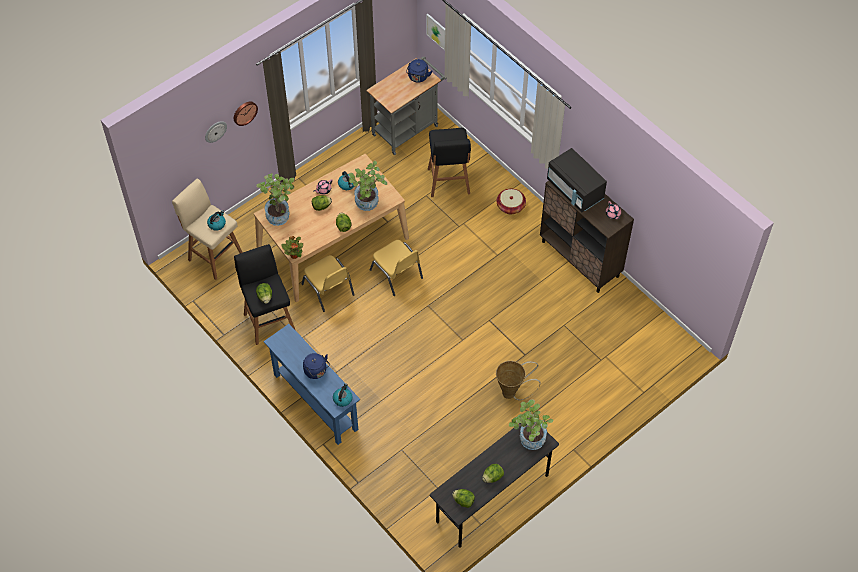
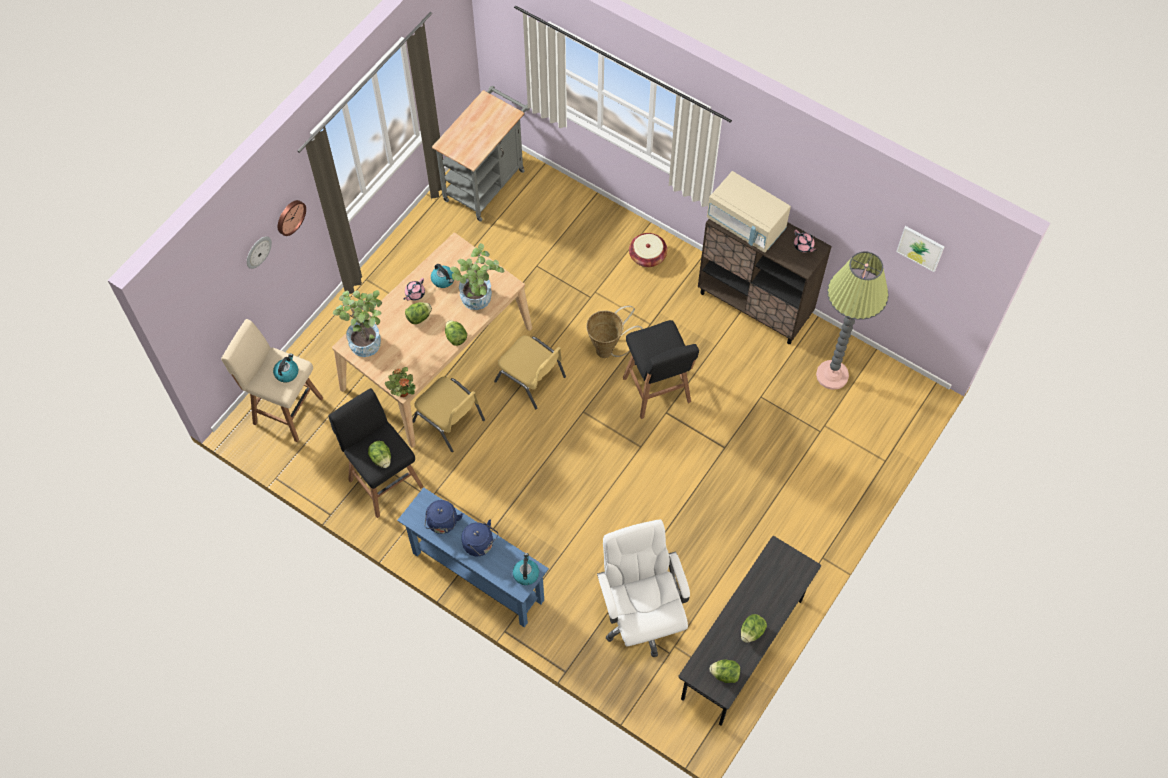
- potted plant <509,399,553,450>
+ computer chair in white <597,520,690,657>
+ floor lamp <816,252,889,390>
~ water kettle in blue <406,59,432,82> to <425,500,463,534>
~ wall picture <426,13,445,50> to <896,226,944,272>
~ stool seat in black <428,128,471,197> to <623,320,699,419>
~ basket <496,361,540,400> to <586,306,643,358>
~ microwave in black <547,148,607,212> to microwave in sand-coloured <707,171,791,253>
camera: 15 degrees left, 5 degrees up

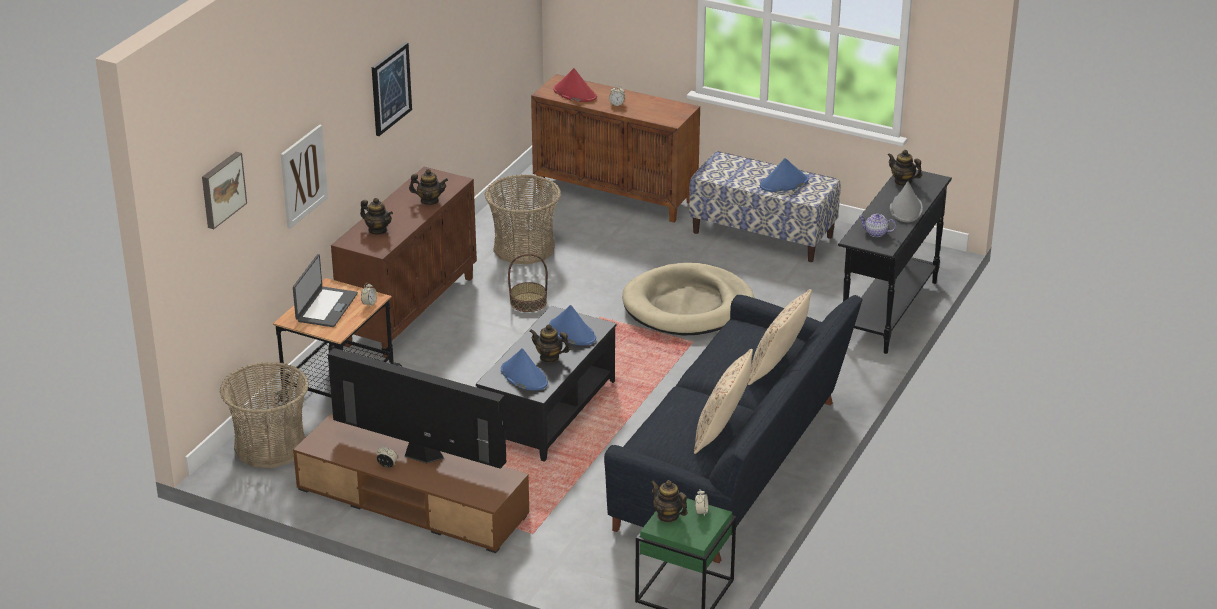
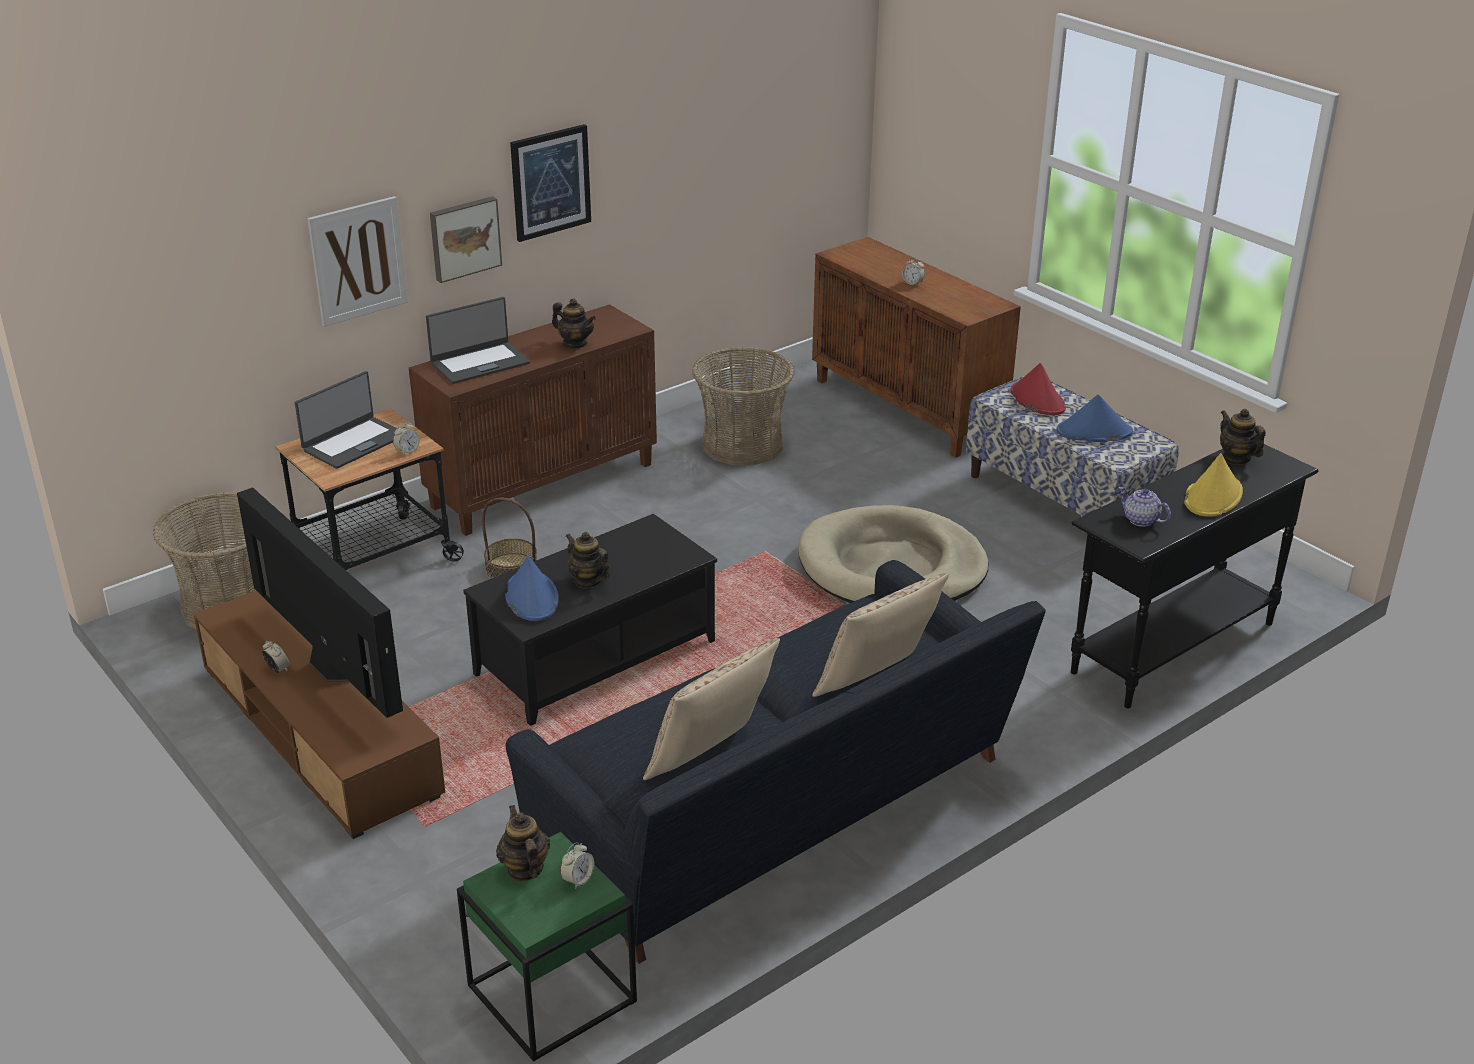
- clothing hat in blue <549,305,596,345>
~ wall picture <202,152,247,229> to <430,196,502,283>
~ basket <508,254,548,312> to <482,498,537,578>
~ clothing hat in red-coloured <553,68,597,102> to <1010,363,1066,415>
~ tea pot <360,198,393,234> to notebook computer <426,297,530,384>
~ clothing hat in grey <890,181,923,222> to clothing hat in yellow-coloured <1184,453,1243,516>
camera: 25 degrees right, 0 degrees up

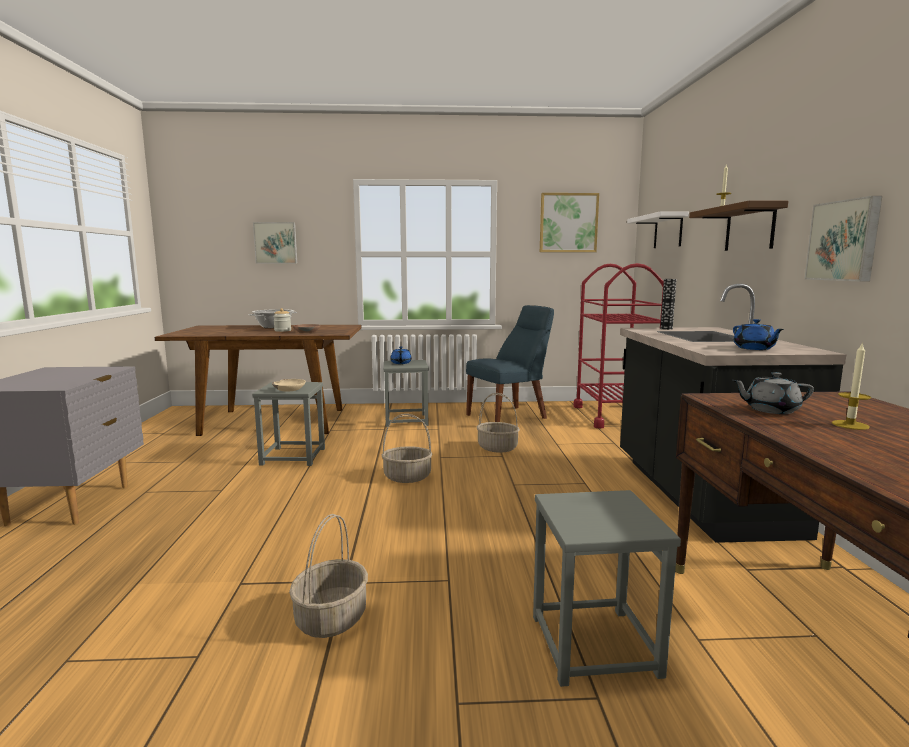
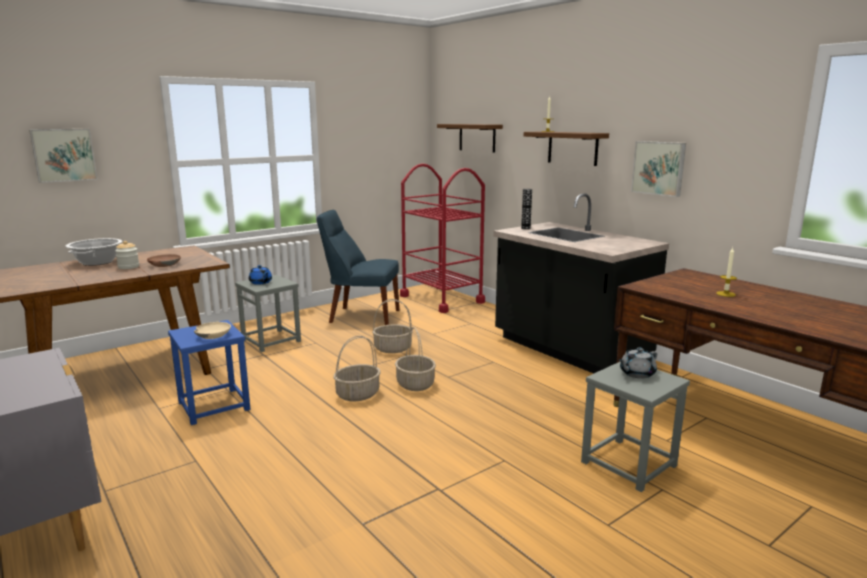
- wall picture <540,193,599,252>
- tea pot in blue <733,319,784,350>
~ basket <289,514,368,638> to <395,327,436,391>
~ tea pot in grey <732,372,814,414> to <618,348,657,379>
~ stool seat in grey <252,382,325,466> to stool seat in blue <168,320,250,425>
~ shelf in white <627,211,689,248> to shelf in brown-coloured <437,124,503,153>
~ upright chair in blue <466,305,554,422> = <317,210,399,325> 105 degrees counterclockwise
camera: 35 degrees left, 5 degrees up

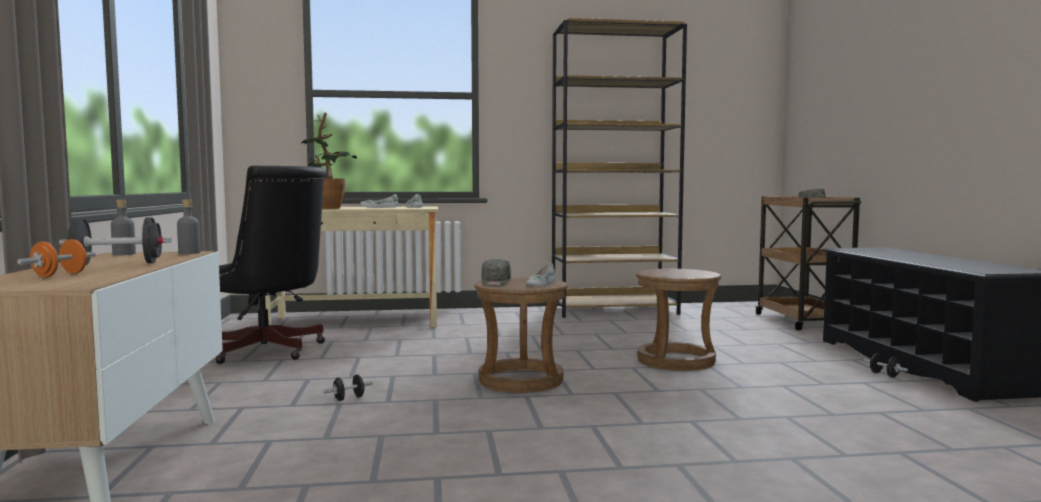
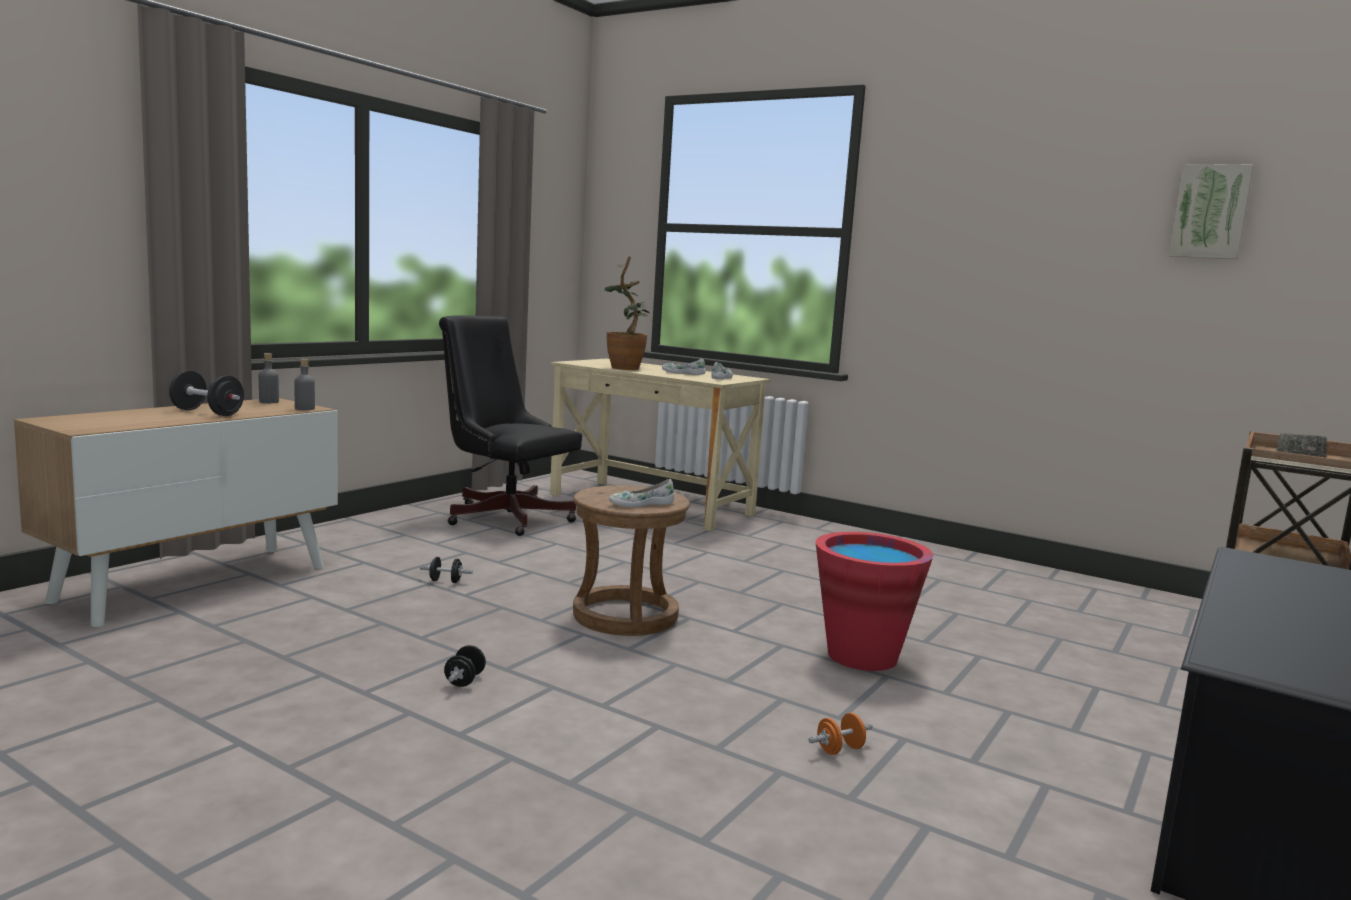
- cap in grey <482,259,511,287>
- shelving unit in brown-coloured <552,18,687,318>
+ wall picture <1169,164,1254,259>
~ hand weight in orangey <17,239,95,277> to <809,713,873,755>
~ hand weight in black <863,353,908,377> to <444,645,486,687>
~ stool seat in brown-coloured <636,269,721,371> to pail in red-coloured <816,532,934,671>
~ computer chair in black <215,166,327,364> = <439,315,582,536> 135 degrees clockwise
camera: 40 degrees right, 5 degrees up

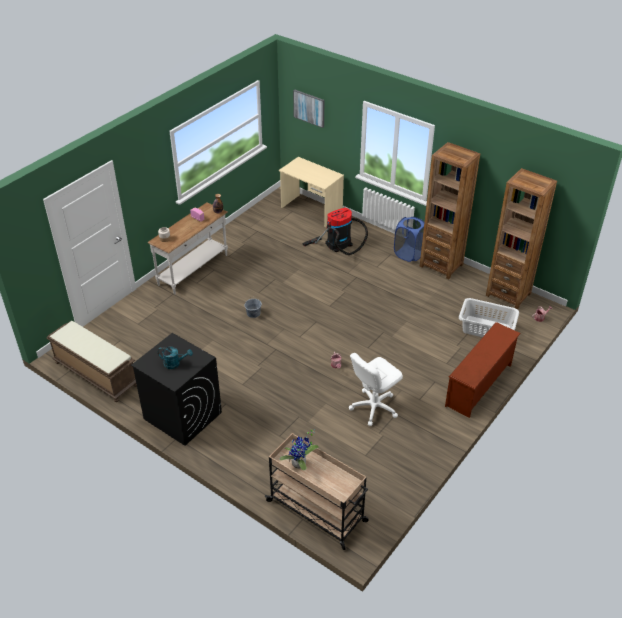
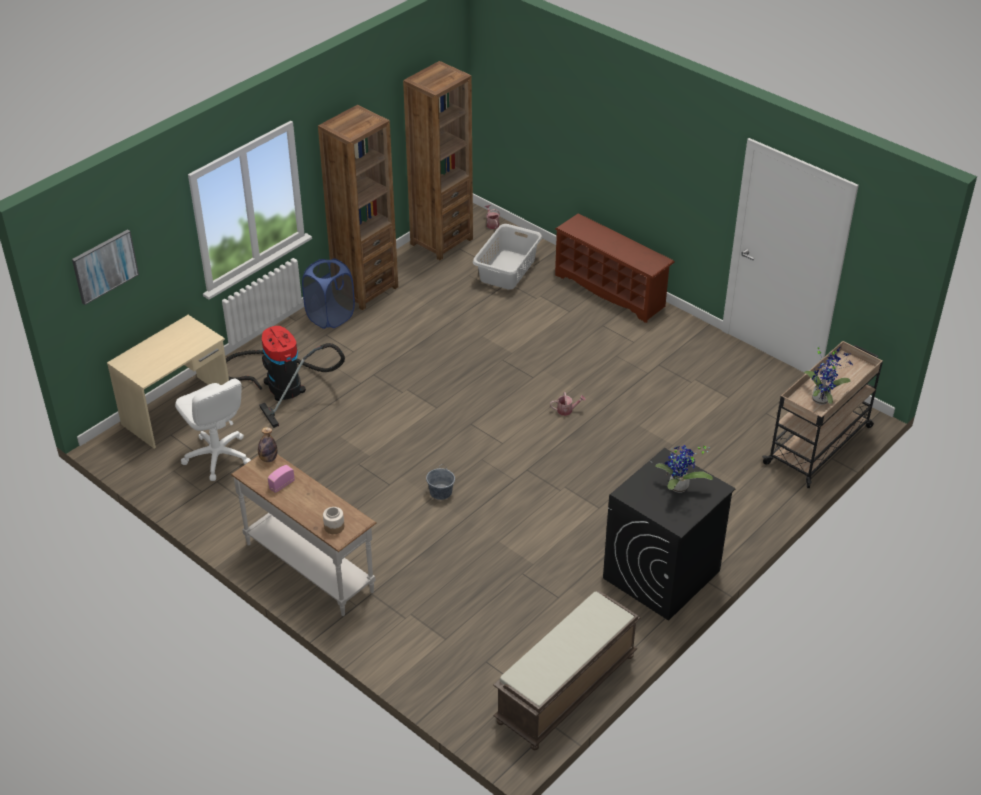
~ computer chair in white <349,353,403,426> to <175,379,251,481>
~ sprinkling can in turquoise-coloured <158,347,193,369> to potted plant <655,445,713,493>
camera: 85 degrees left, 0 degrees up

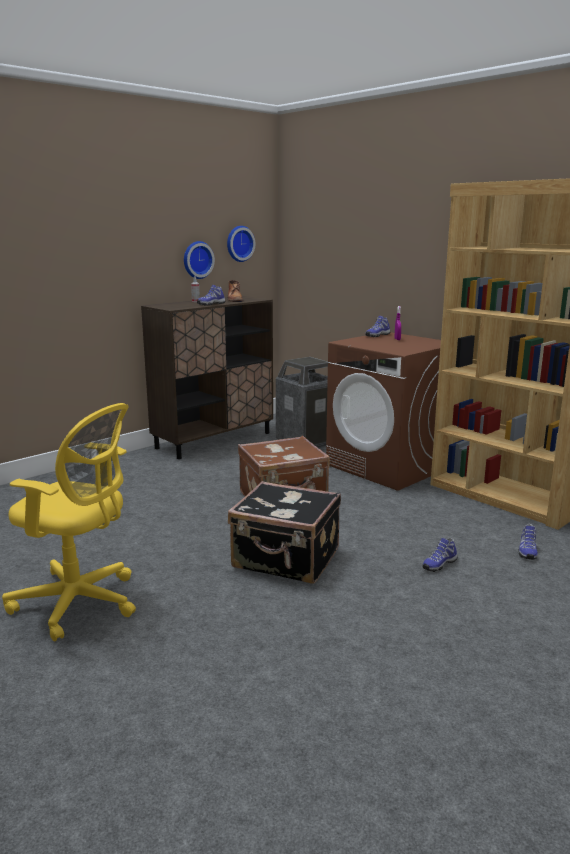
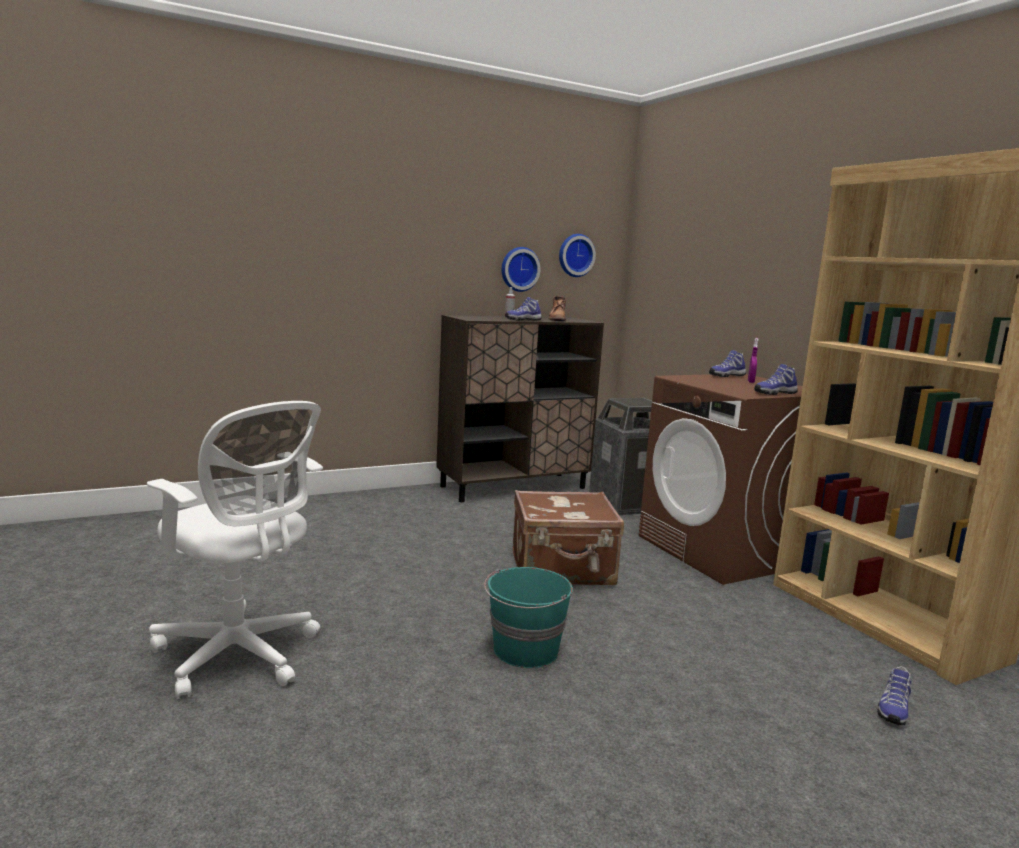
~ low shoe <422,538,457,572> to <754,364,798,395>
~ piece of luggage in black <228,481,341,584> to pail in turquoise-coloured <484,567,573,668>
~ computer chair in yellow-coloured <2,403,136,642> to computer chair in white <147,401,323,699>
camera: 15 degrees right, 5 degrees down

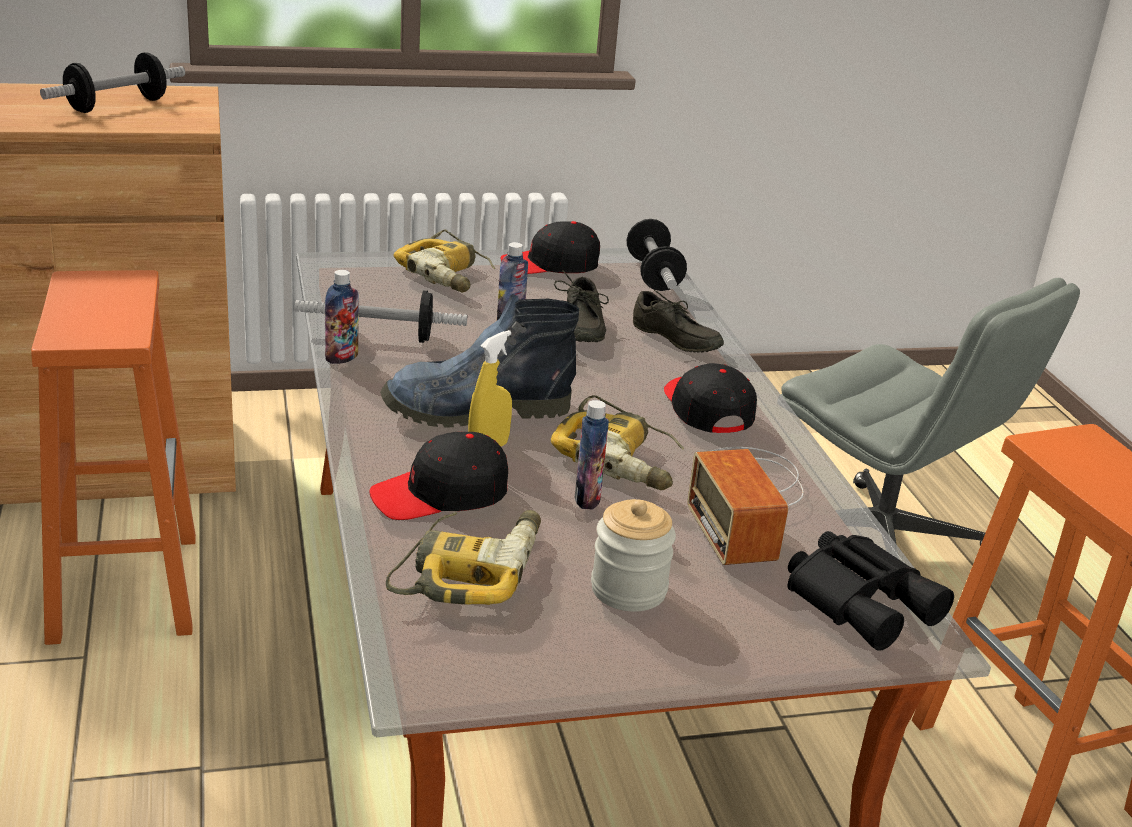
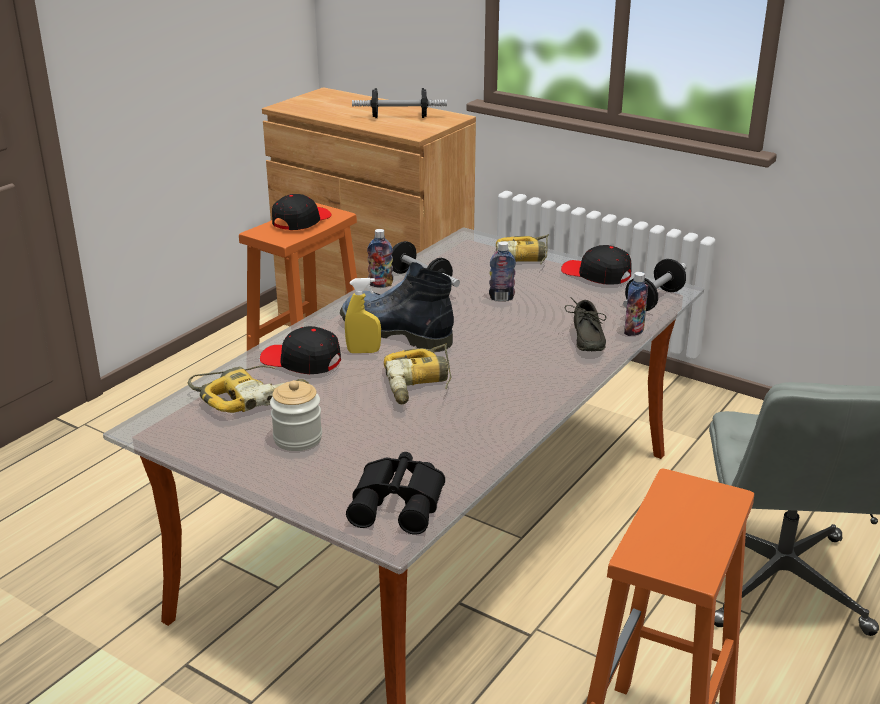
- low shoe in grey <554,270,609,342>
- radio set <687,447,804,565>
~ beverage bottle <575,400,609,509> to <624,272,648,336>
~ cap in black <664,363,757,433> to <272,194,332,230>
camera: 50 degrees right, 0 degrees up

